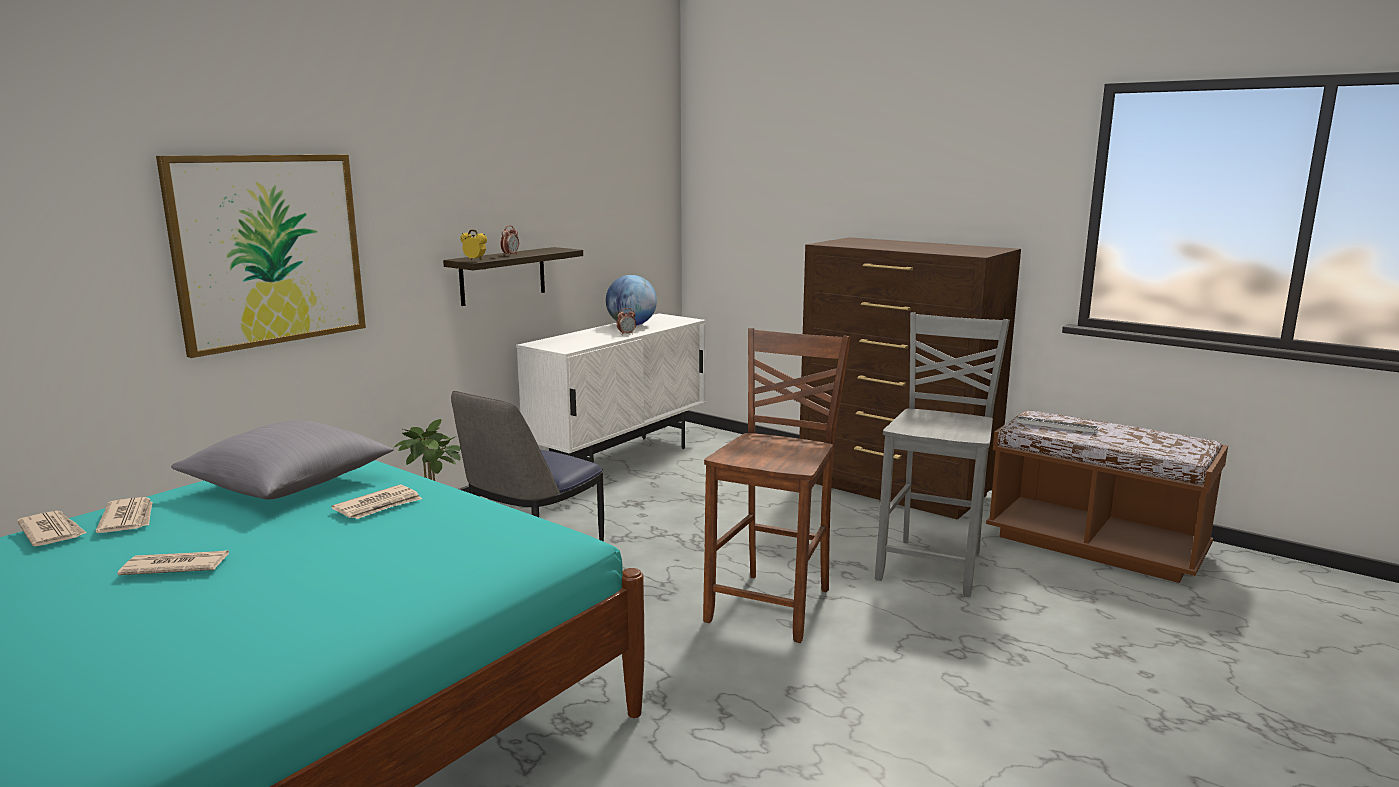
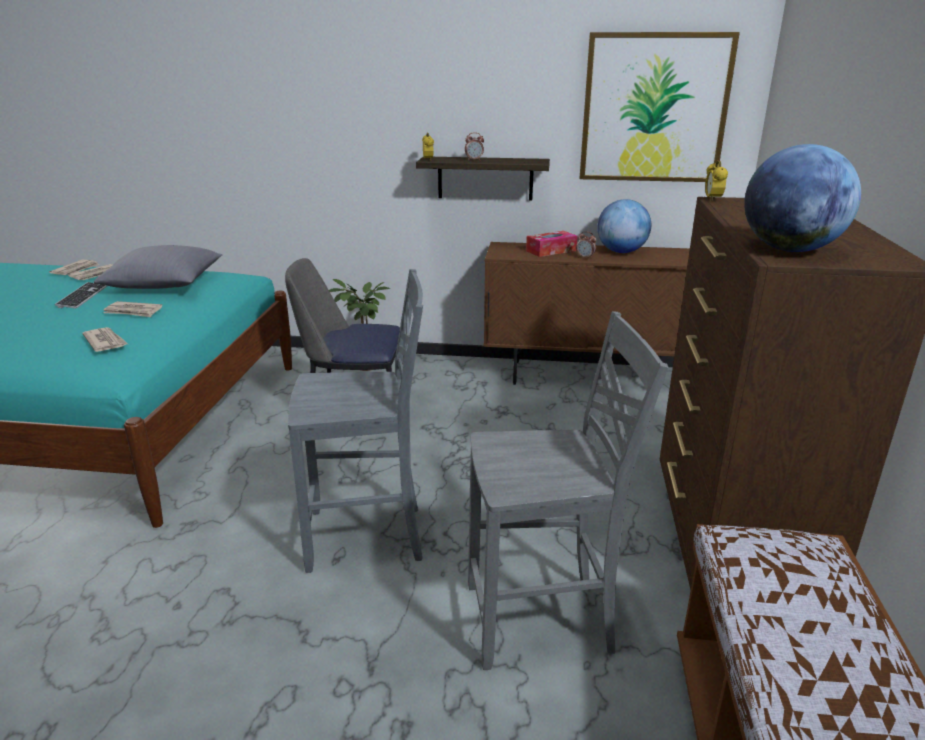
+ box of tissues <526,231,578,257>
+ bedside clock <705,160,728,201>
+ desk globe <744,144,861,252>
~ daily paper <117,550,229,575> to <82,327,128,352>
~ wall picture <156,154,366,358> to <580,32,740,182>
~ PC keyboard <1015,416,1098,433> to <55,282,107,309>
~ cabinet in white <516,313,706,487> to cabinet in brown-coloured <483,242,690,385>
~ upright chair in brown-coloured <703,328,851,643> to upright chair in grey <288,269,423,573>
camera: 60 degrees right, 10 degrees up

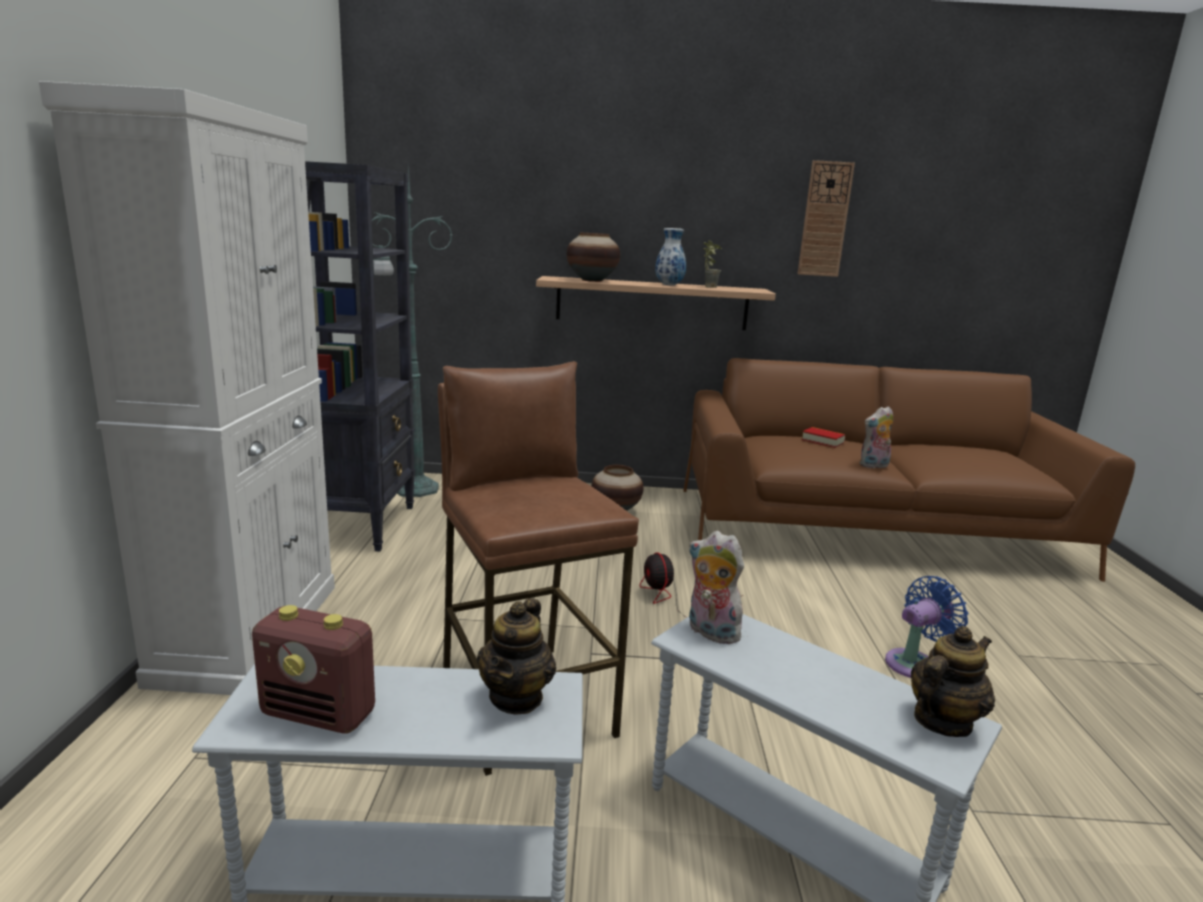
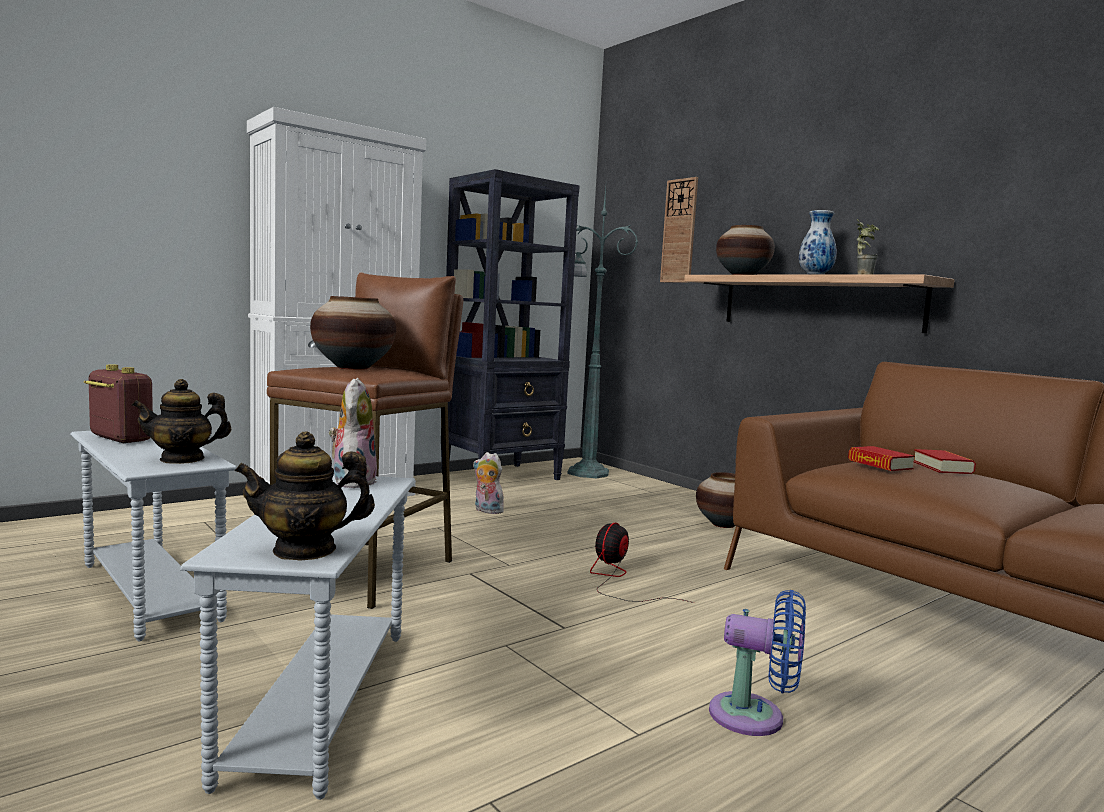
+ decorative vase <310,296,396,370>
+ book <848,446,915,471>
~ hanging clock <798,160,855,277> to <660,177,698,283>
~ cuddly toy <860,406,893,468> to <473,452,504,514>
~ radio set <252,605,375,734> = <84,364,153,443> 150 degrees clockwise
~ tea pot <911,626,995,737> = <235,432,375,561> 150 degrees clockwise
camera: 50 degrees right, 10 degrees down

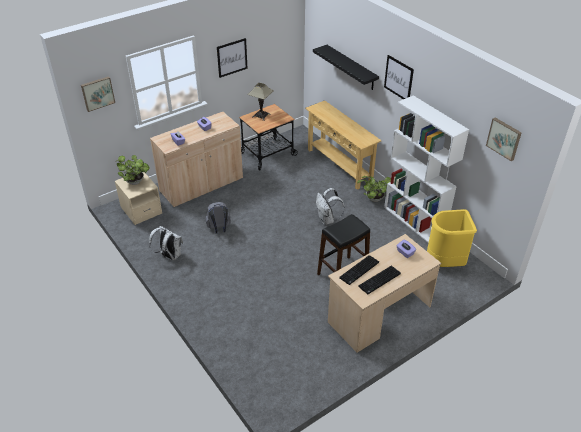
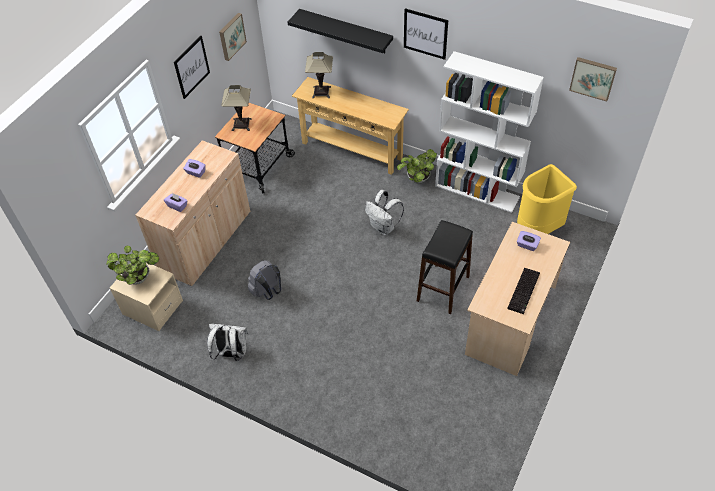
- PC keyboard <339,255,379,285>
+ tabletop lamp <305,52,333,98>
~ wall picture <81,76,115,112> to <219,13,247,61>
camera: 25 degrees left, 10 degrees up

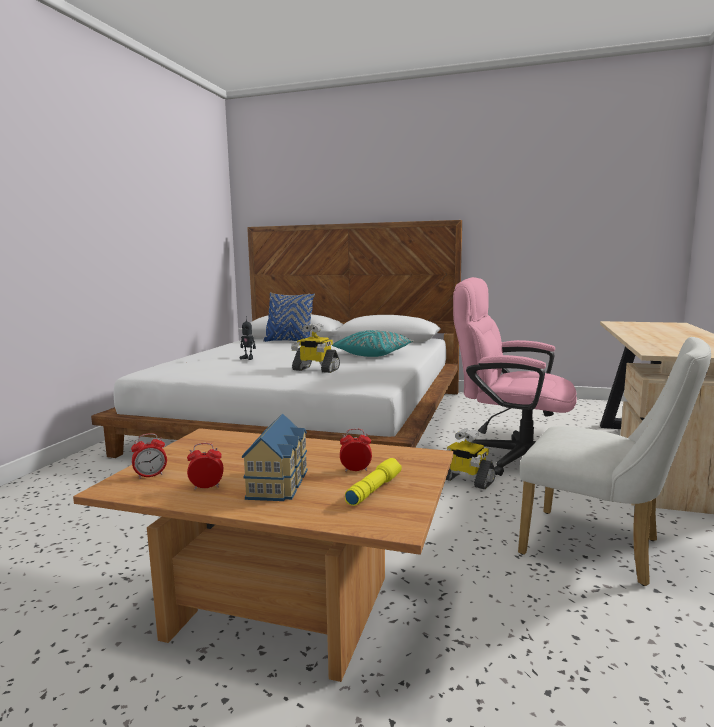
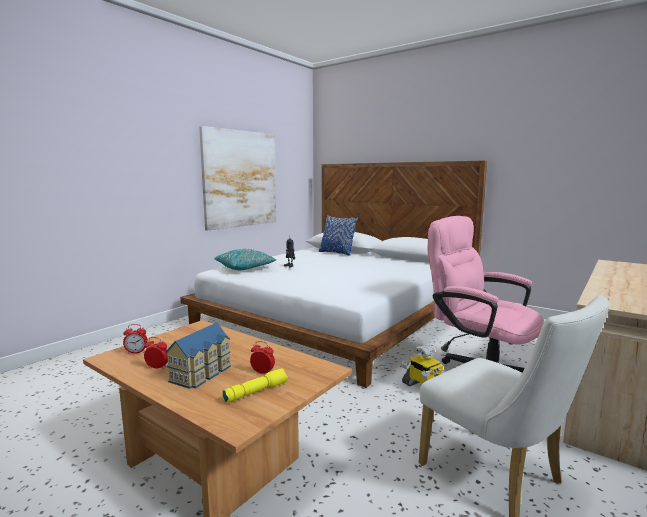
- model robot <291,323,340,373>
+ wall picture <199,126,276,230>
~ throw pillow in turquoise-coloured <332,330,414,357> to <214,249,277,270>
camera: 20 degrees right, 0 degrees up

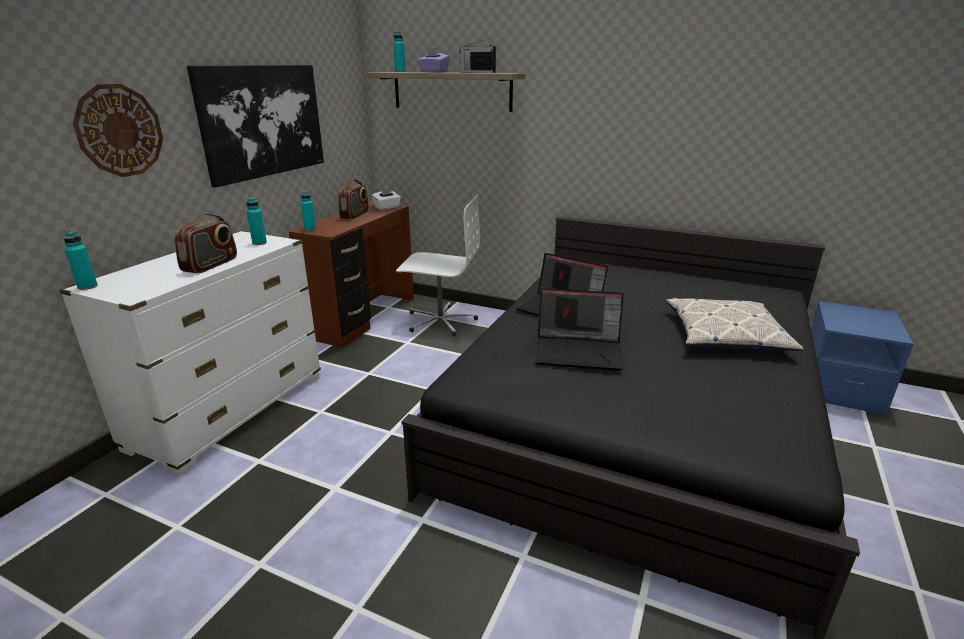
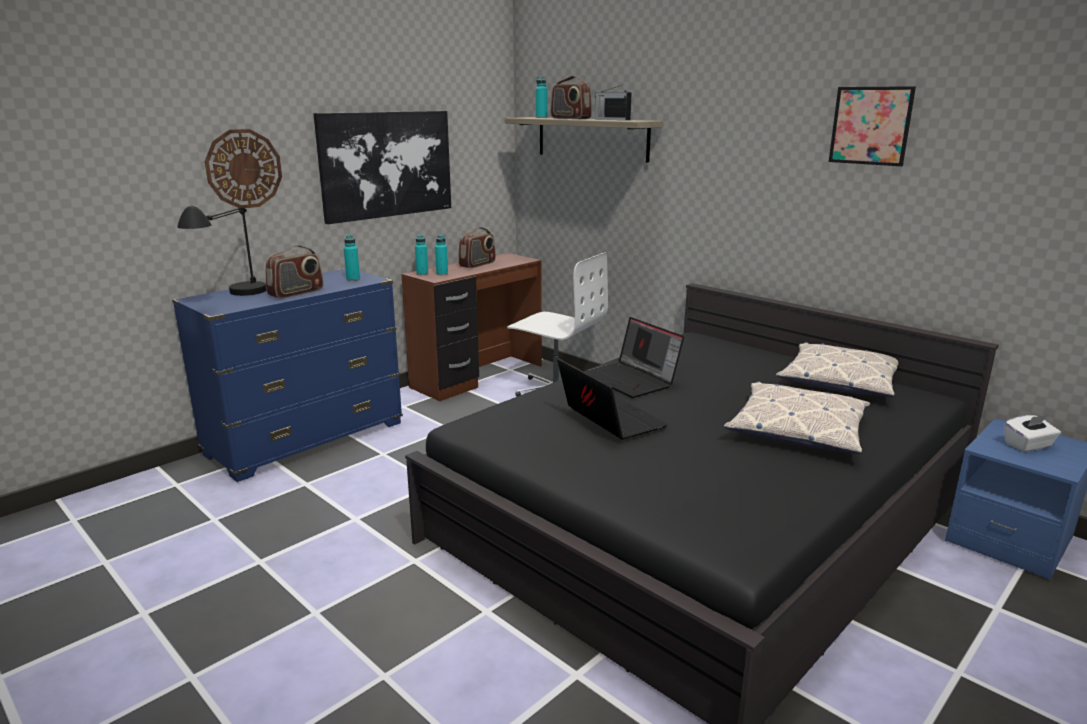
+ tabletop lamp in black <177,206,266,296>
+ throw pillow <776,342,898,397>
+ wall picture <829,86,916,166>
~ beverage bottle in turquoise-coloured <64,231,98,290> to <435,235,448,275>
~ box of tissues in white <372,188,401,210> to <1004,415,1061,452>
~ box of tissues in purple-coloured <417,48,450,72> to radio set <551,76,592,119>
~ drawer chest in white <59,230,321,476> to drawer chest in blue <172,268,403,482>
~ notebook computer <535,288,624,371> = <557,358,668,440> 150 degrees counterclockwise
camera: 20 degrees right, 5 degrees down

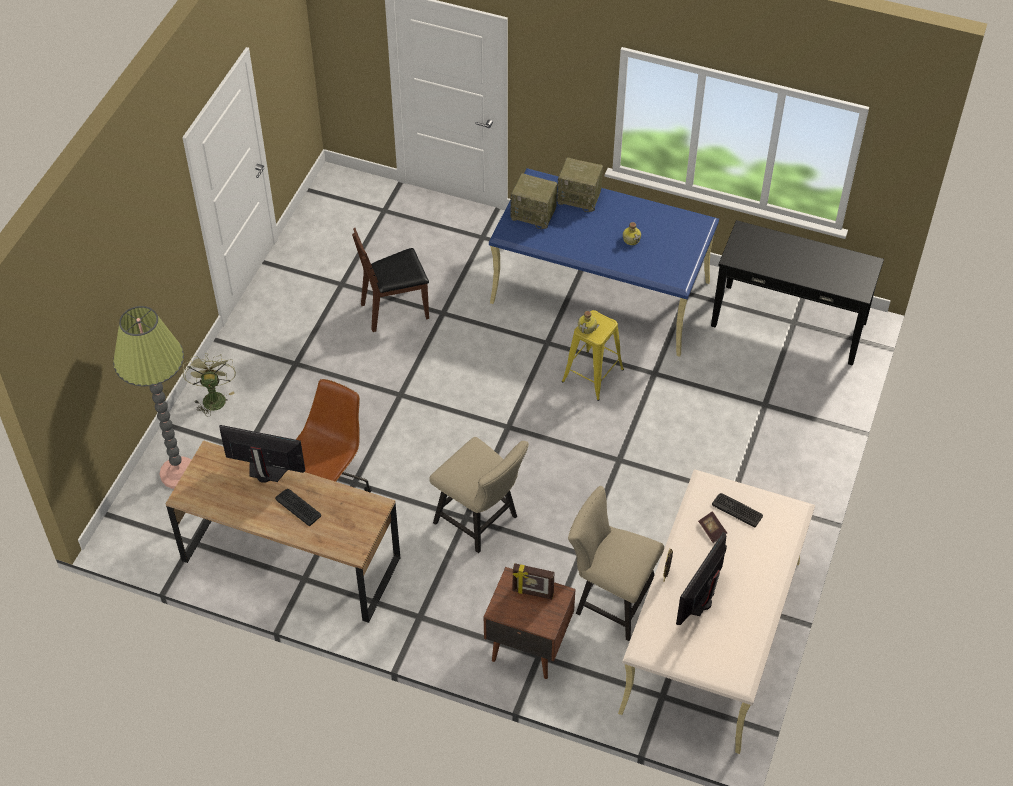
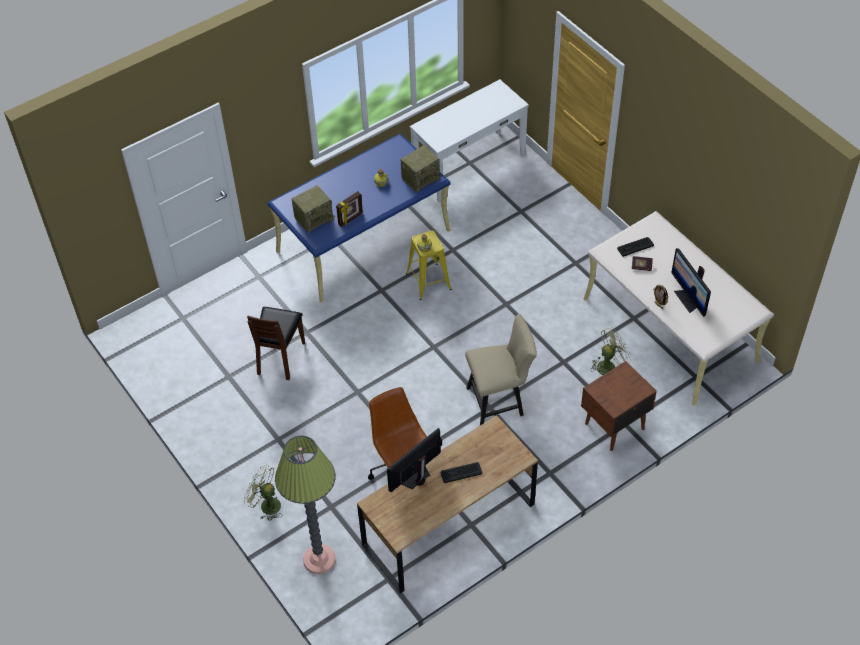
~ standing frame <513,563,555,600> to <336,191,363,227>
~ radio set <557,157,603,212> to <400,146,442,192>
~ upright chair in sand-coloured <568,486,664,641> to electric fan in greenish <592,328,631,375>
~ narrow table in black <711,220,884,366> to narrow table in white <410,79,529,203>
camera: 55 degrees left, 0 degrees up

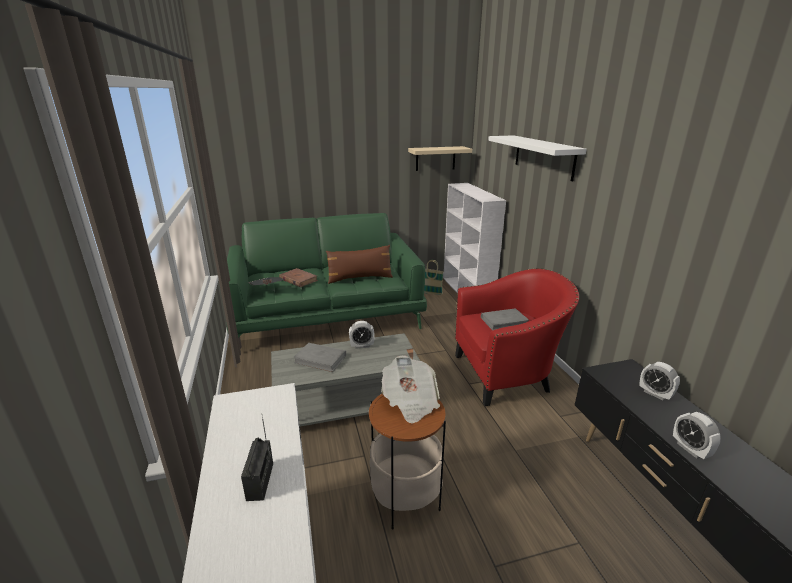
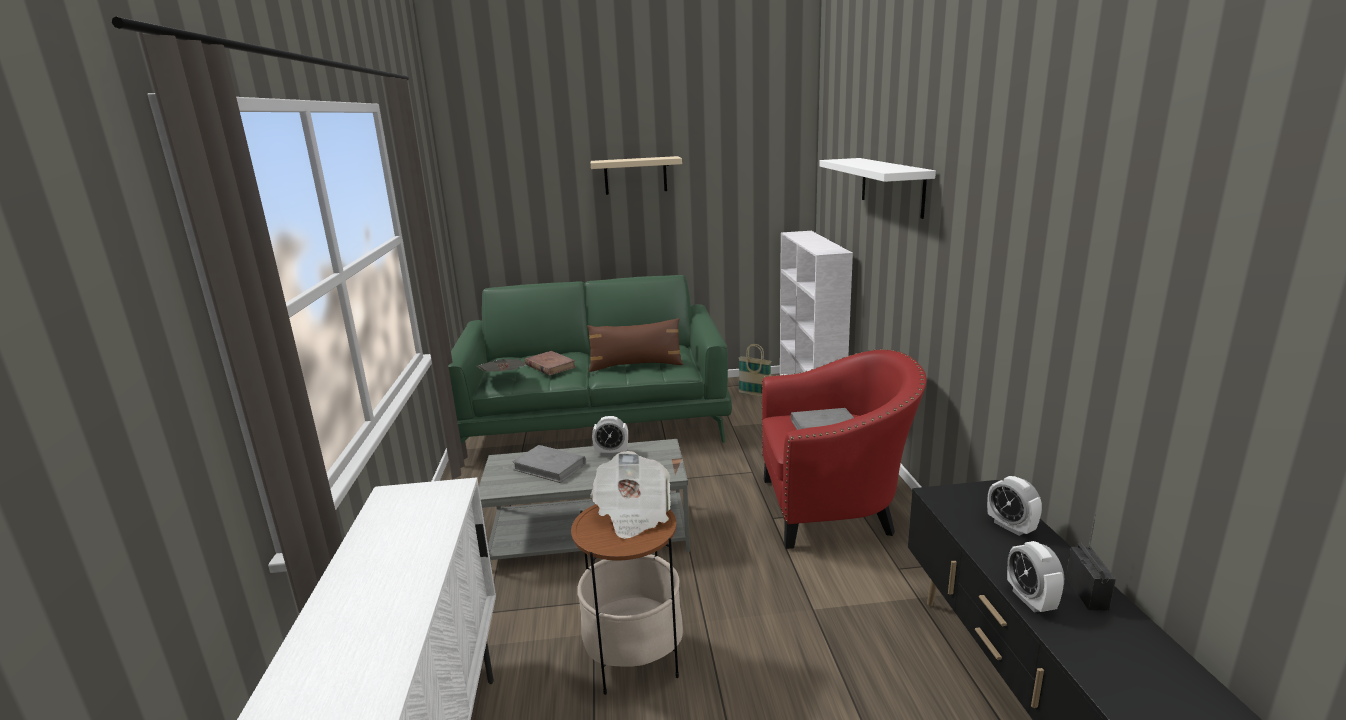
~ radio set <241,417,273,501> to <1066,514,1116,611>
~ shelf in sand-coloured <408,146,472,171> to <591,156,682,195>
camera: 10 degrees right, 5 degrees down

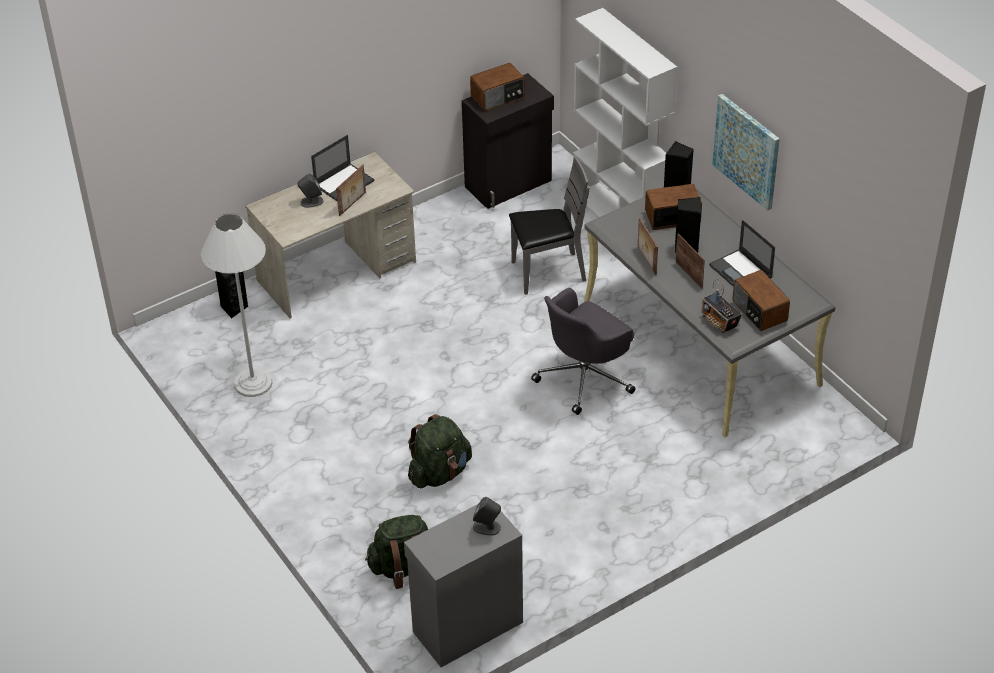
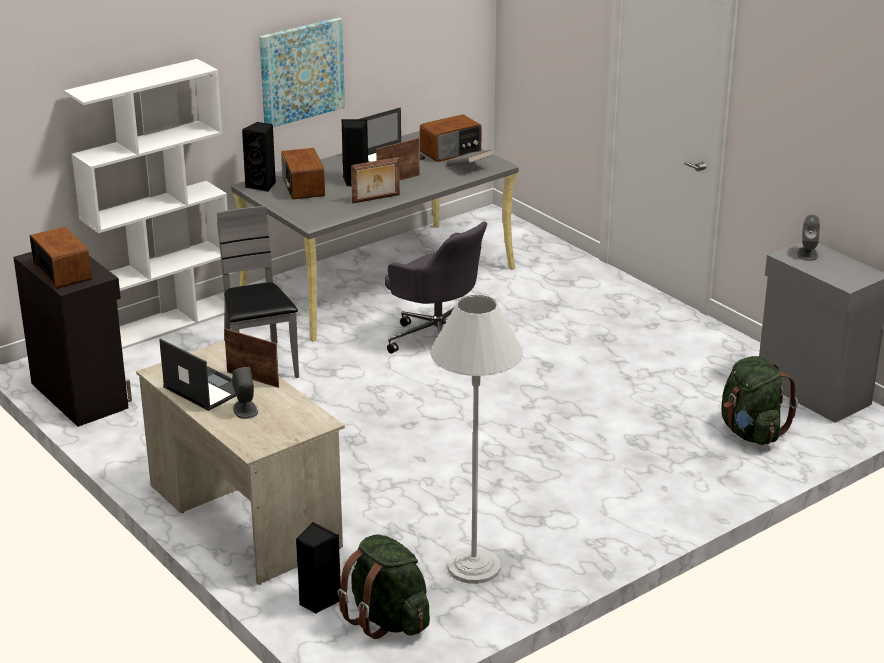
~ knapsack in greenish <408,414,472,488> to <337,534,430,639>
~ radio set <701,279,742,333> to book in grey <446,149,493,166>
camera: 95 degrees left, 15 degrees down

